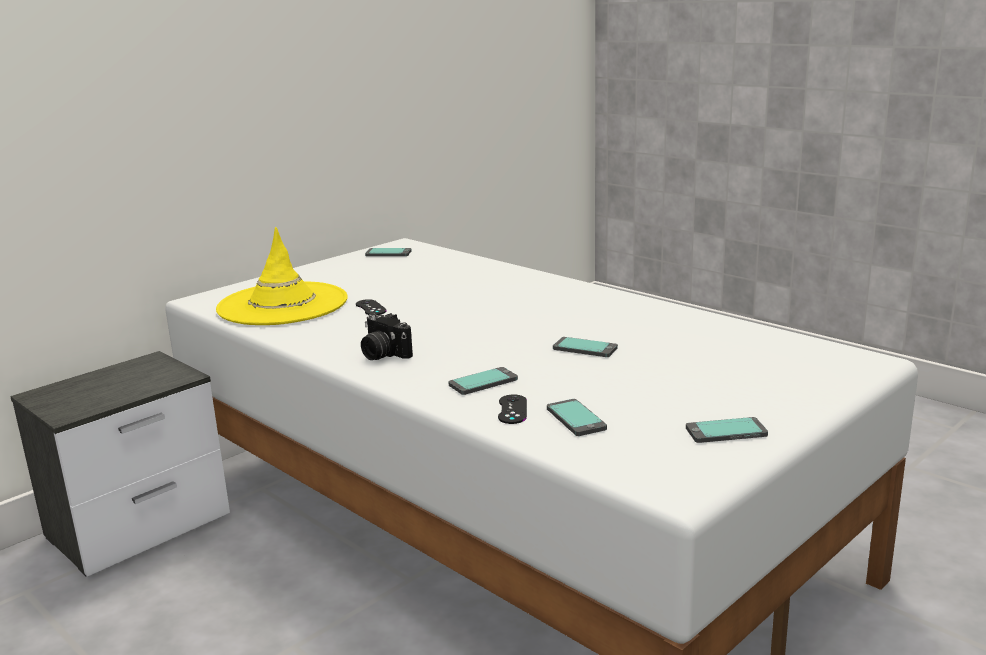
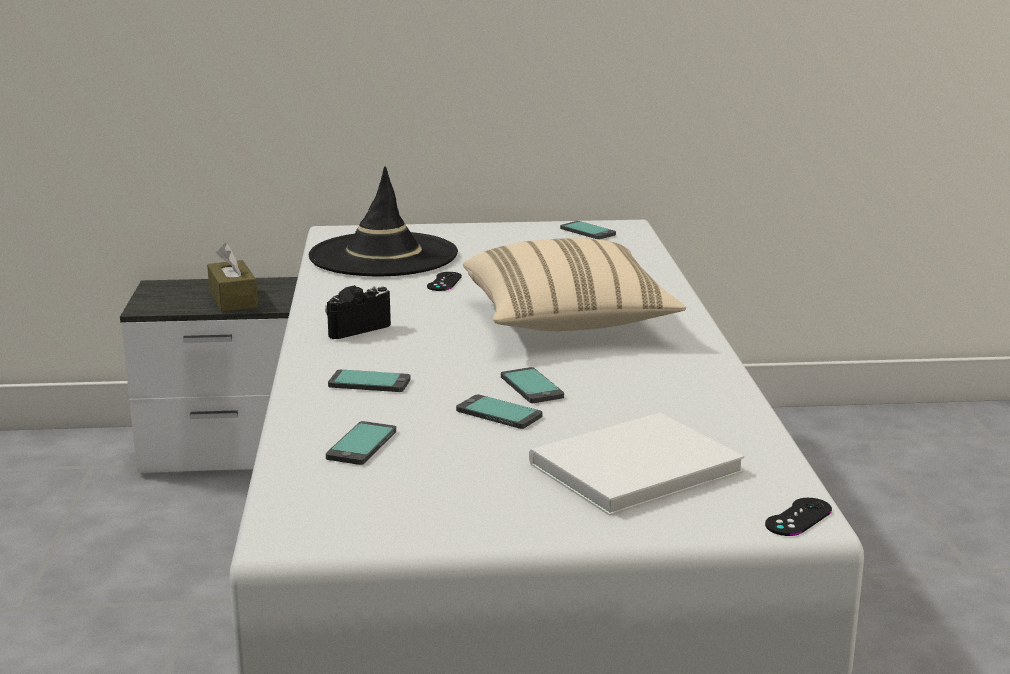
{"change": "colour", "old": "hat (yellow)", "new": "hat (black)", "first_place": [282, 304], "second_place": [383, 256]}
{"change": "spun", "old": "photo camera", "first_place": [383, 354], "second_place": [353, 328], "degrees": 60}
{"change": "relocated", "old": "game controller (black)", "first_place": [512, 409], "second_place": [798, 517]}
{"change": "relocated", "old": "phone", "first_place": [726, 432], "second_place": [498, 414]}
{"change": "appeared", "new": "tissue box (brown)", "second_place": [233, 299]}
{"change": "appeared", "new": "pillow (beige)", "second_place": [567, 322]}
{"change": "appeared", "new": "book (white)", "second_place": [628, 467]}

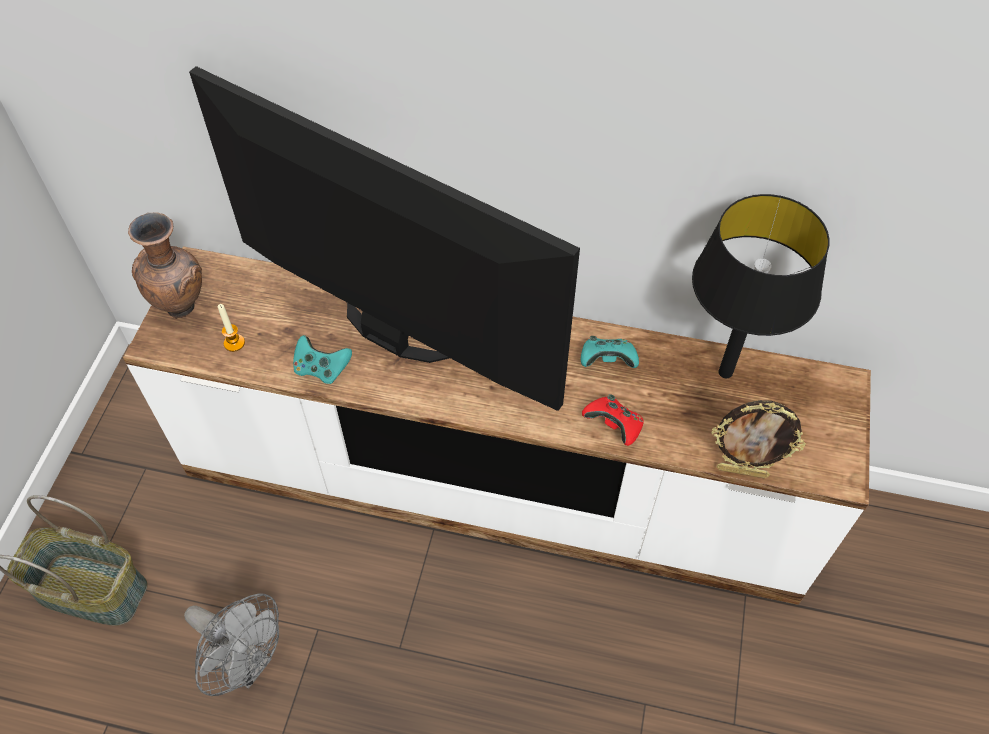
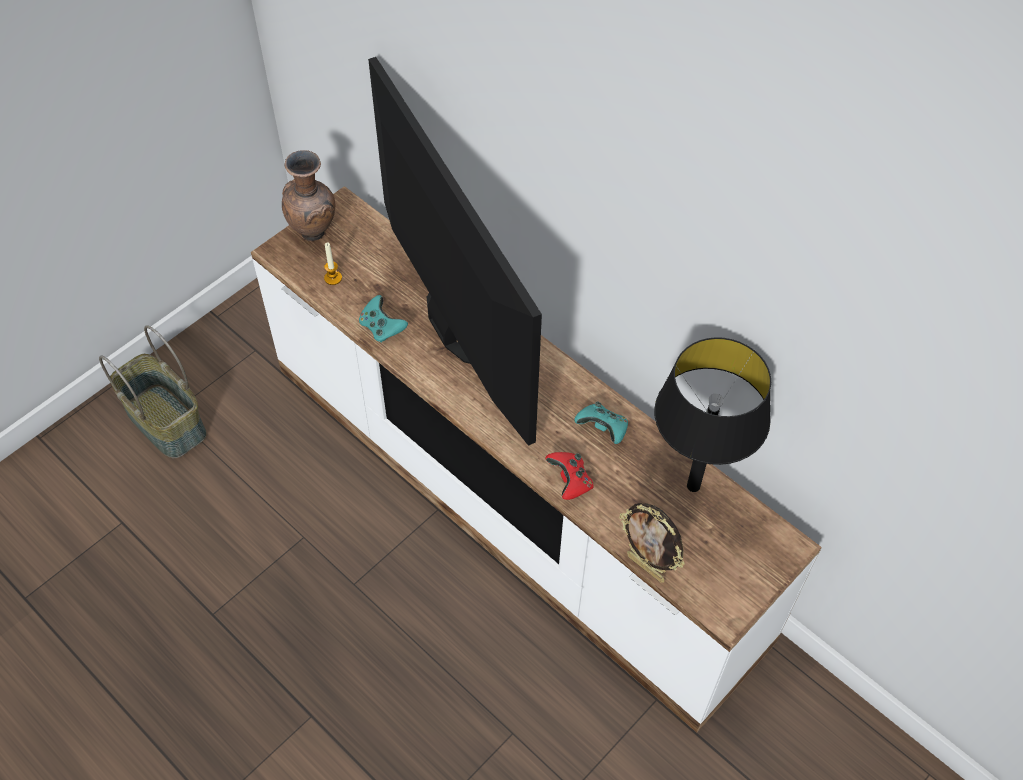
{"change": "missing", "old": "fan (grey)", "first_place": [247, 663]}

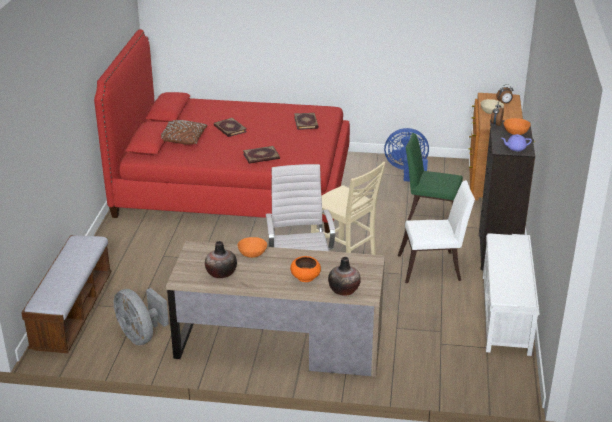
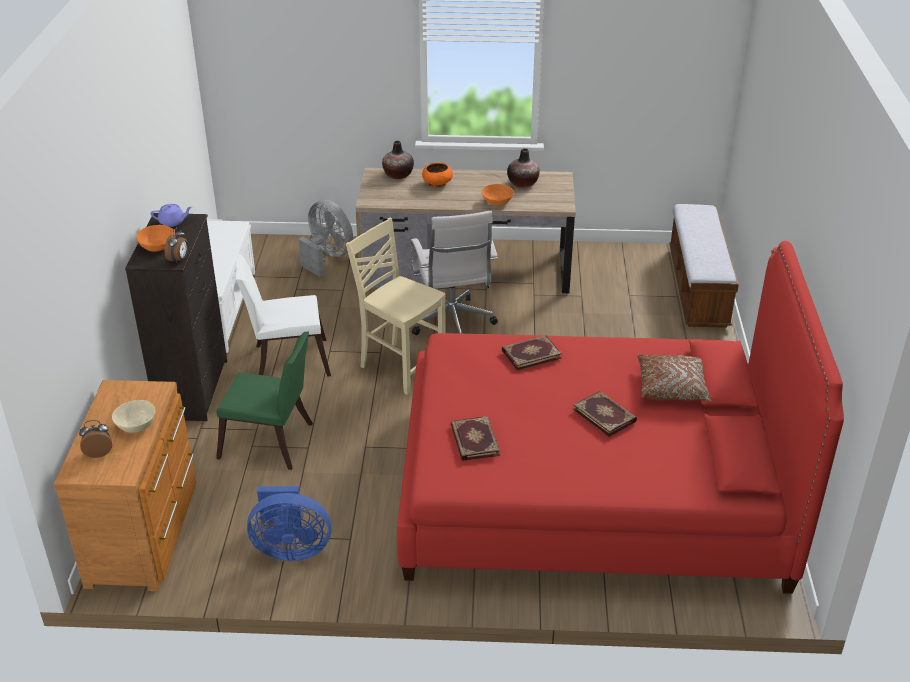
{"change": "relocated", "old": "fan (grey)", "first_place": [141, 336], "second_place": [327, 257]}

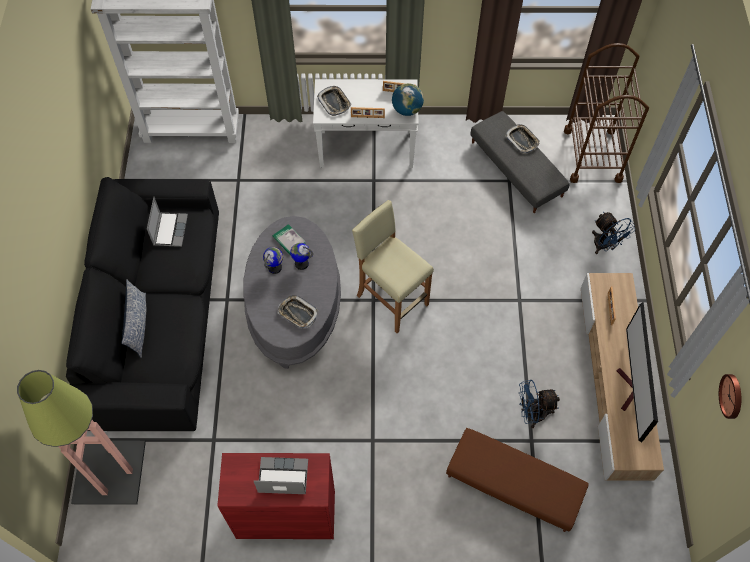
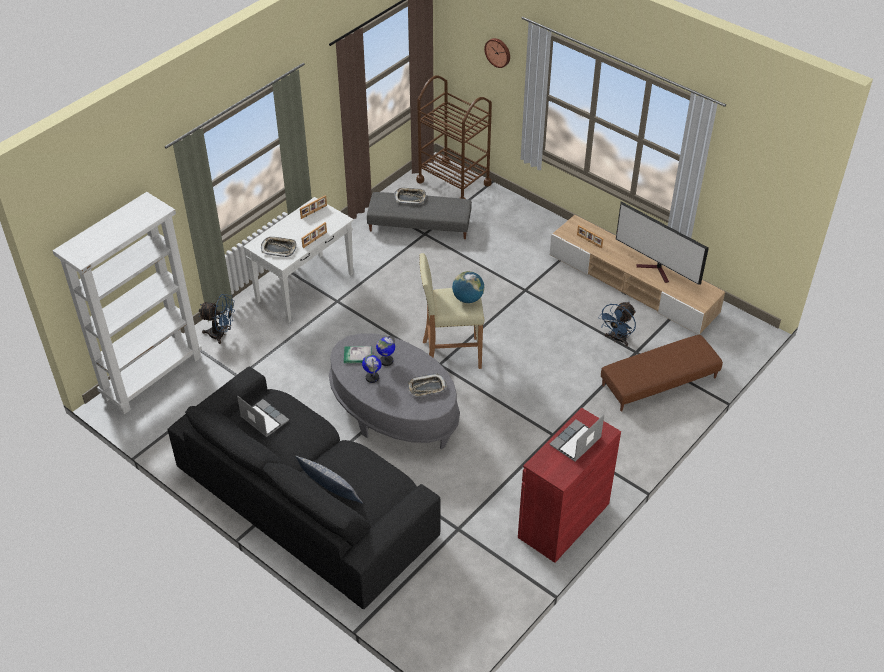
{"change": "missing", "old": "floor lamp", "first_place": [108, 471]}
{"change": "relocated", "old": "globe", "first_place": [407, 110], "second_place": [468, 298]}
{"change": "relocated", "old": "fan (blue)", "first_place": [604, 246], "second_place": [221, 334]}
{"change": "relocated", "old": "wall clock", "first_place": [732, 396], "second_place": [498, 52]}

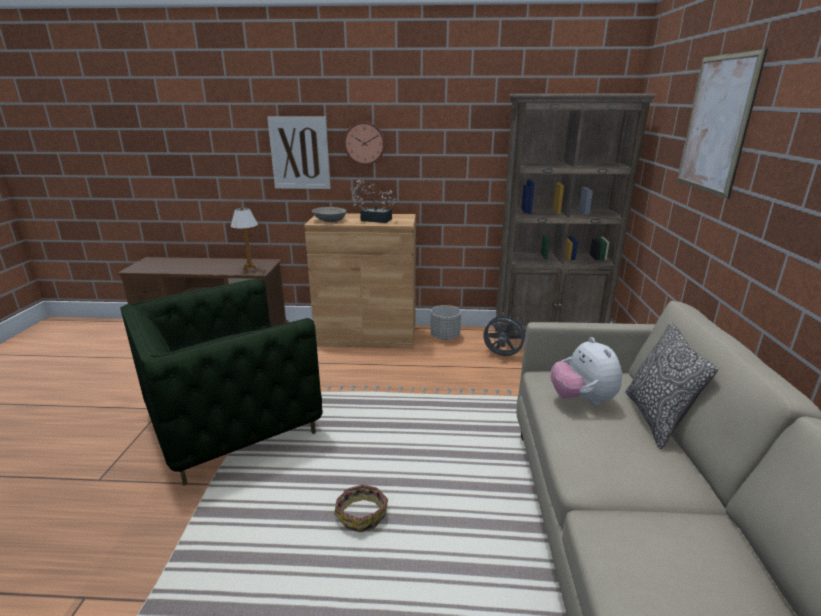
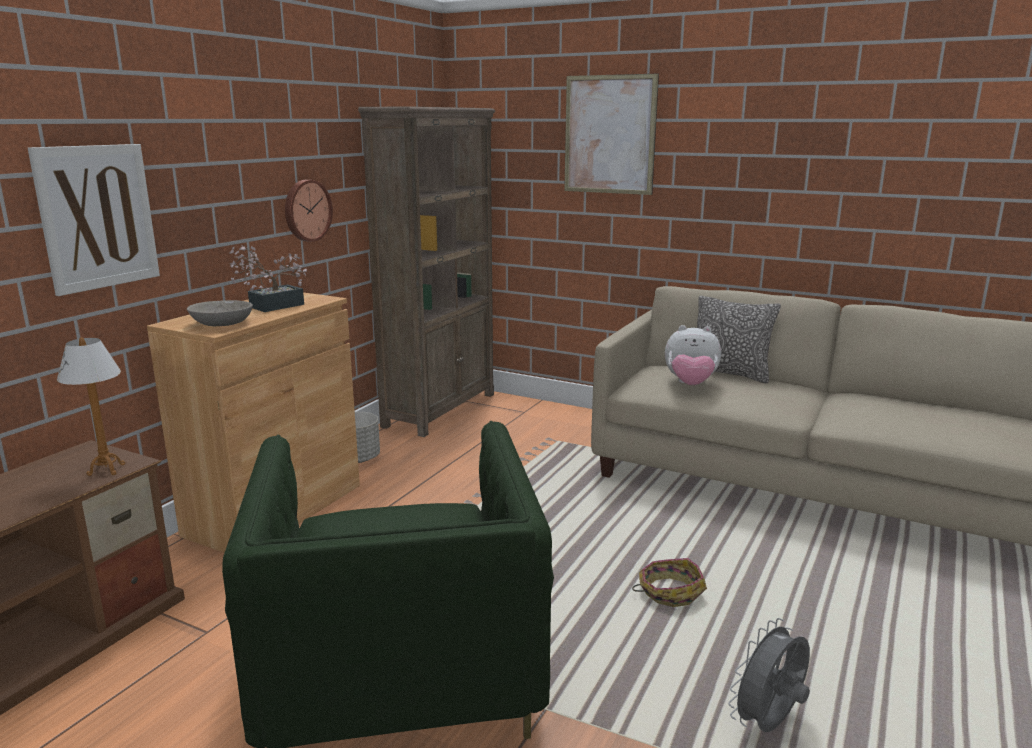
{"change": "relocated", "old": "wall clock", "first_place": [365, 143], "second_place": [306, 210]}
{"change": "relocated", "old": "fan (grey)", "first_place": [502, 356], "second_place": [769, 724]}

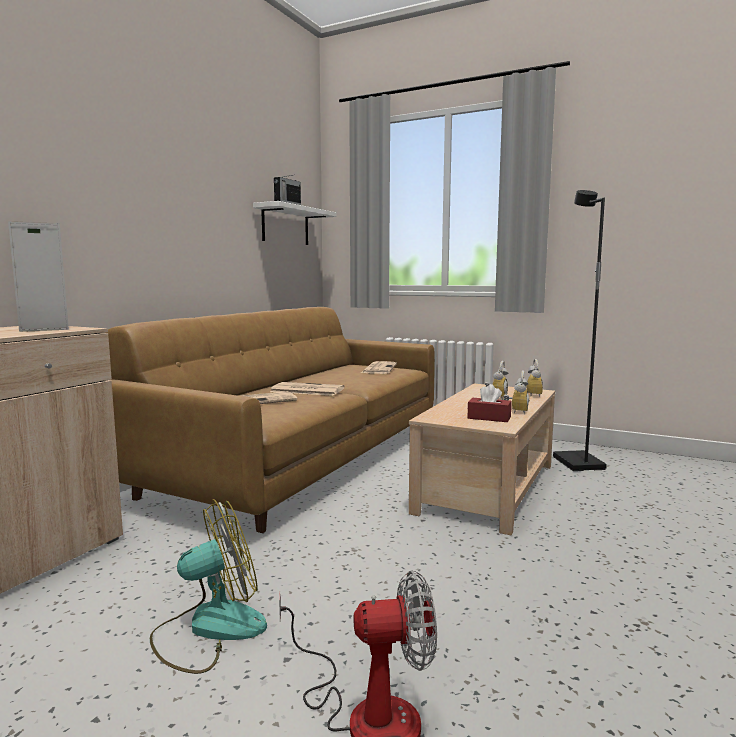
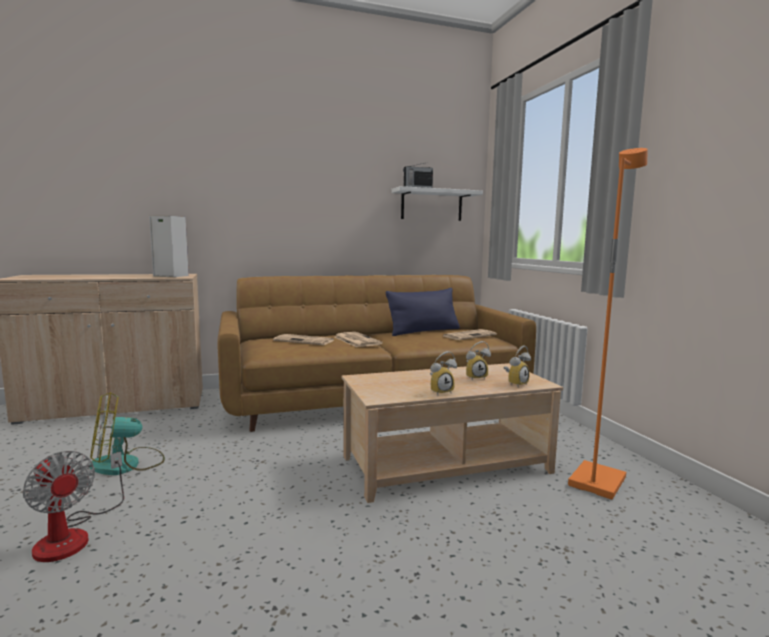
{"change": "spun", "old": "fan", "first_place": [209, 629], "second_place": [127, 464], "degrees": 135}
{"change": "missing", "old": "tissue box (red)", "first_place": [489, 418]}
{"change": "colour", "old": "floor lamp (black)", "new": "floor lamp (orange)", "first_place": [577, 463], "second_place": [595, 481]}
{"change": "appeared", "new": "pillow (blue)", "second_place": [424, 331]}

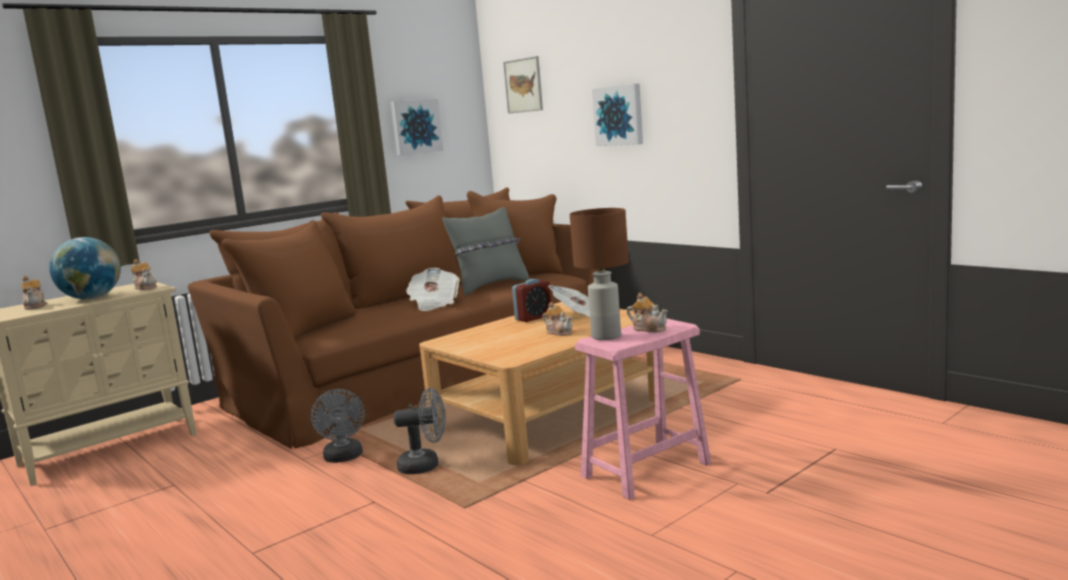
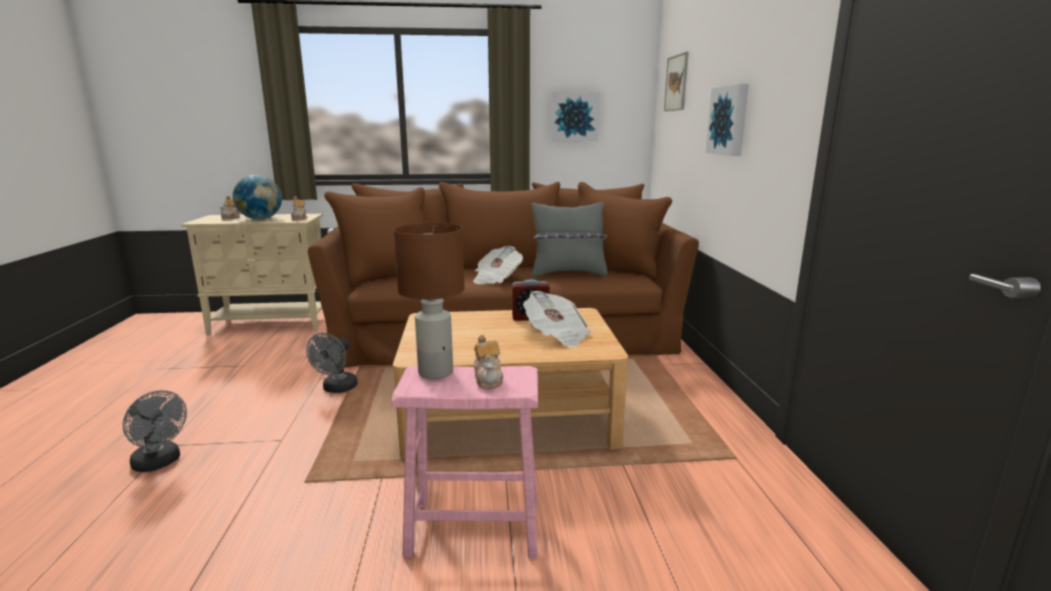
{"change": "relocated", "old": "fan (grey)", "first_place": [425, 466], "second_place": [160, 463]}
{"change": "missing", "old": "teapot", "first_place": [559, 332]}

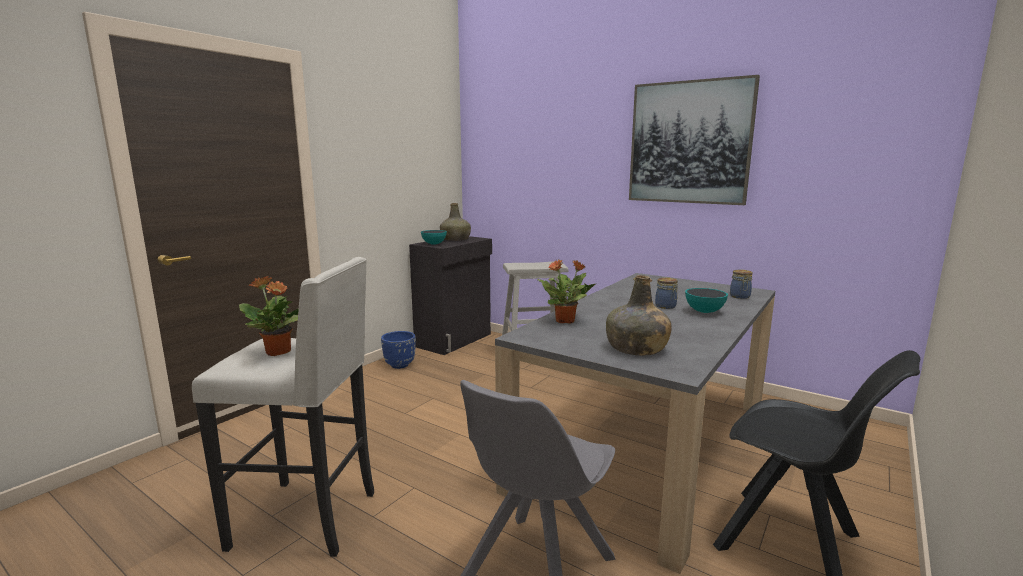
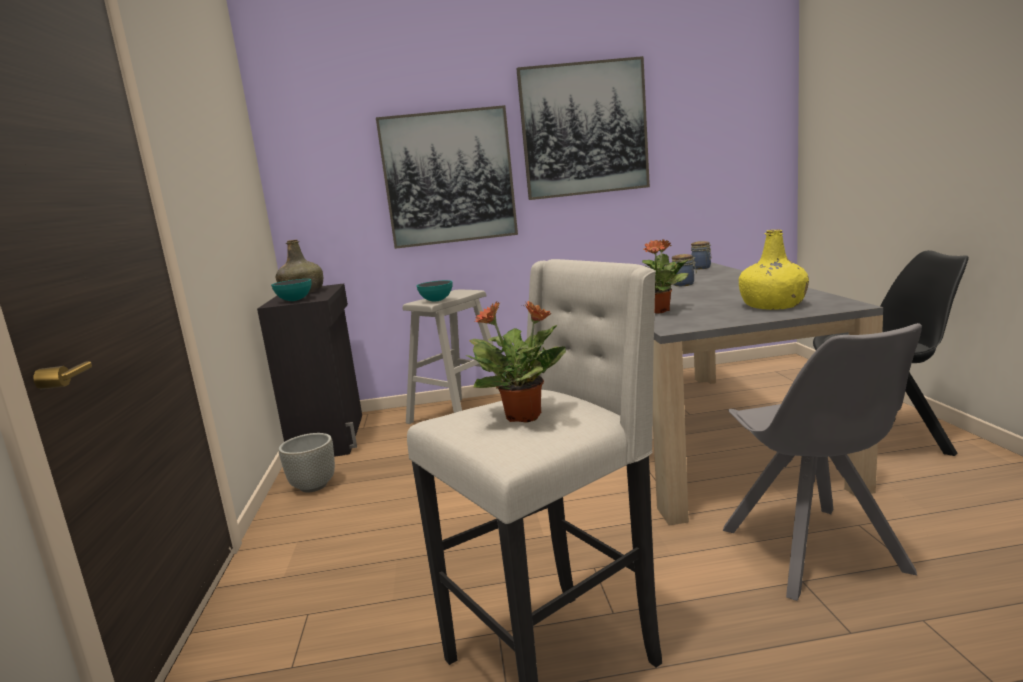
{"change": "colour", "old": "planter (blue)", "new": "planter (grey)", "first_place": [399, 365], "second_place": [314, 486]}
{"change": "colour", "old": "bottle (green)", "new": "bottle (yellow)", "first_place": [636, 348], "second_place": [773, 306]}
{"change": "relocated", "old": "bowl", "first_place": [704, 312], "second_place": [436, 301]}
{"change": "appeared", "new": "picture", "second_place": [449, 178]}

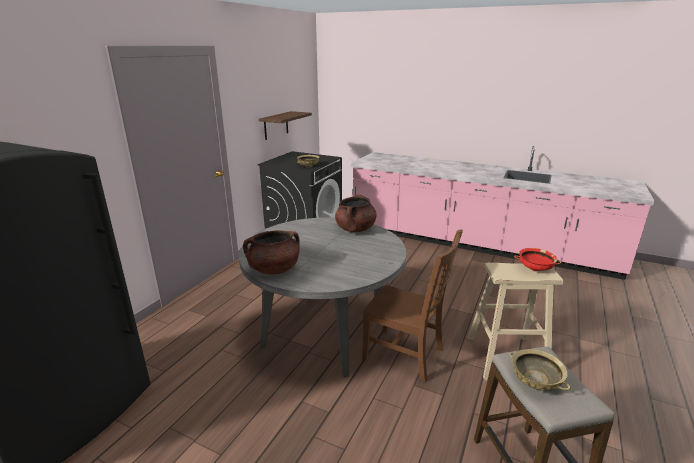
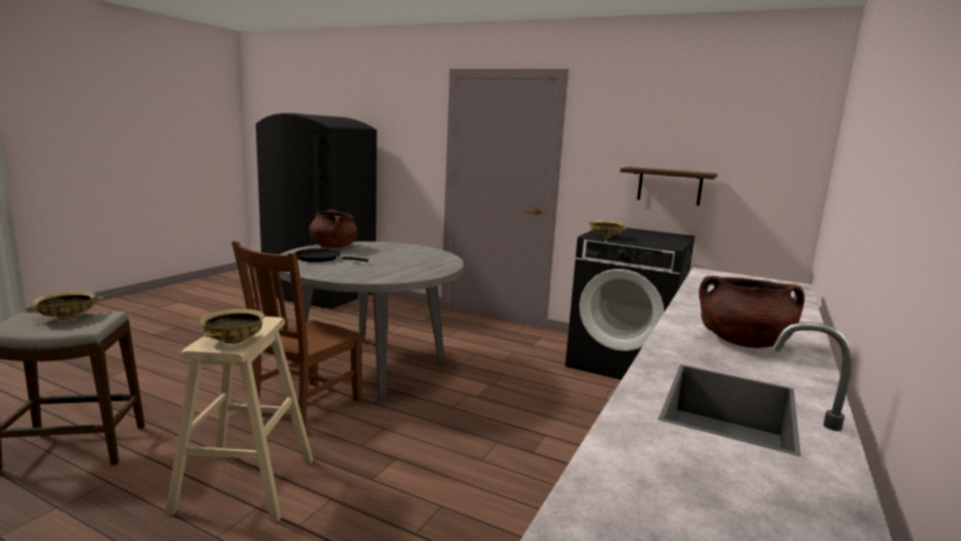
{"change": "relocated", "old": "cooking pot (brown)", "first_place": [355, 229], "second_place": [742, 342]}
{"change": "colour", "old": "bowl (red)", "new": "bowl (beige)", "first_place": [535, 268], "second_place": [233, 340]}
{"change": "appeared", "new": "frying pan (black)", "second_place": [321, 258]}

